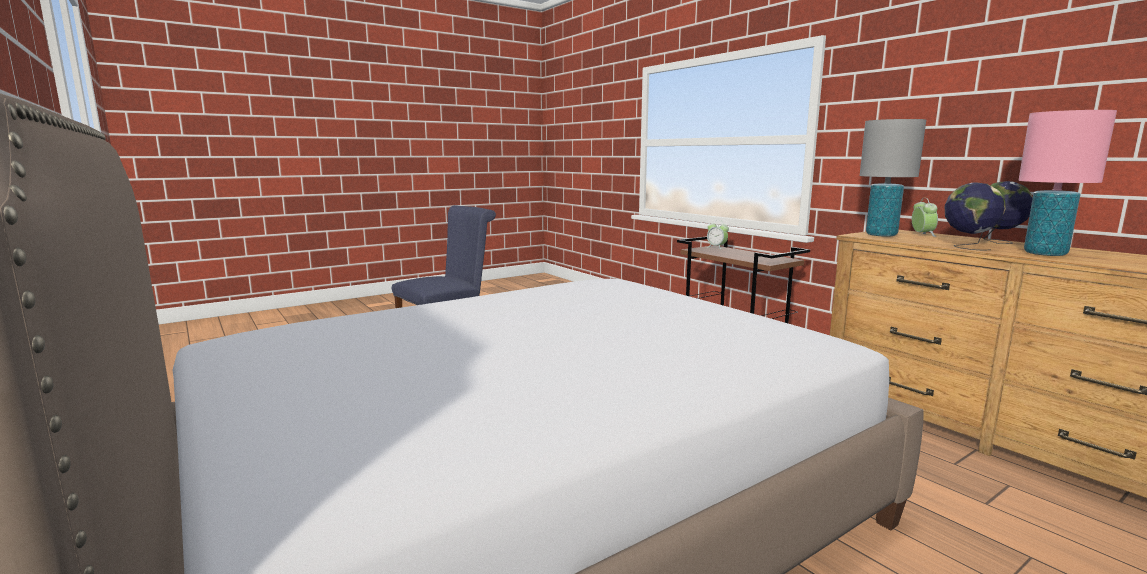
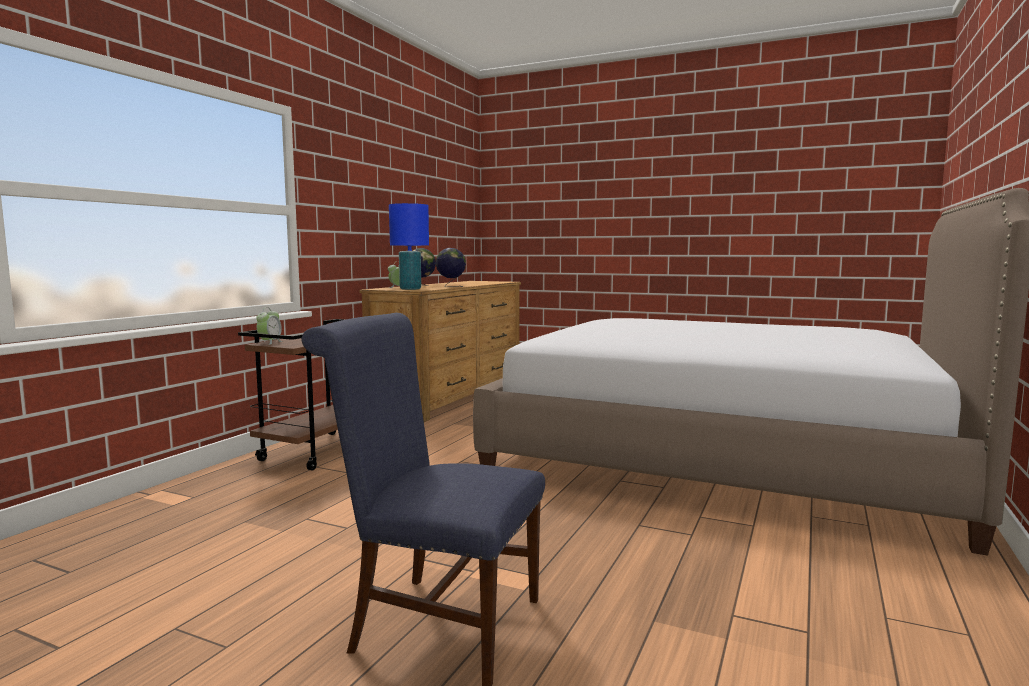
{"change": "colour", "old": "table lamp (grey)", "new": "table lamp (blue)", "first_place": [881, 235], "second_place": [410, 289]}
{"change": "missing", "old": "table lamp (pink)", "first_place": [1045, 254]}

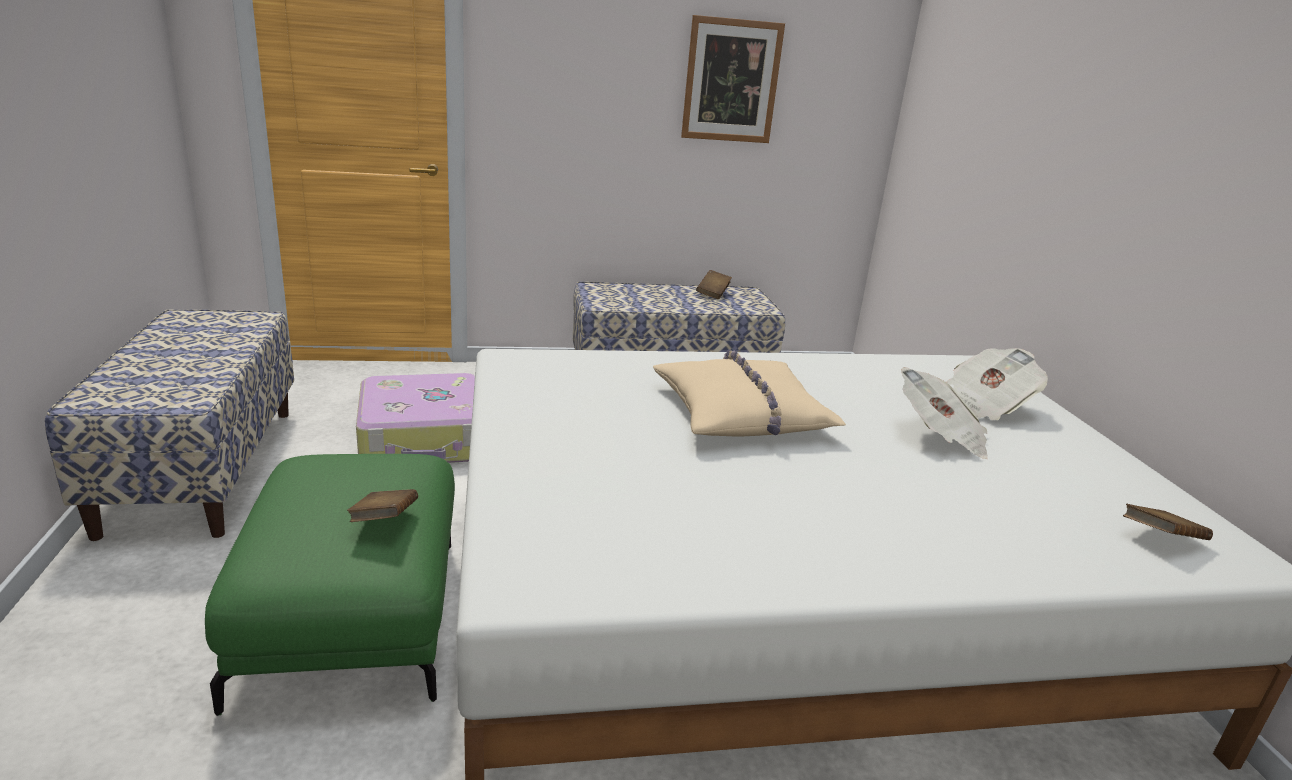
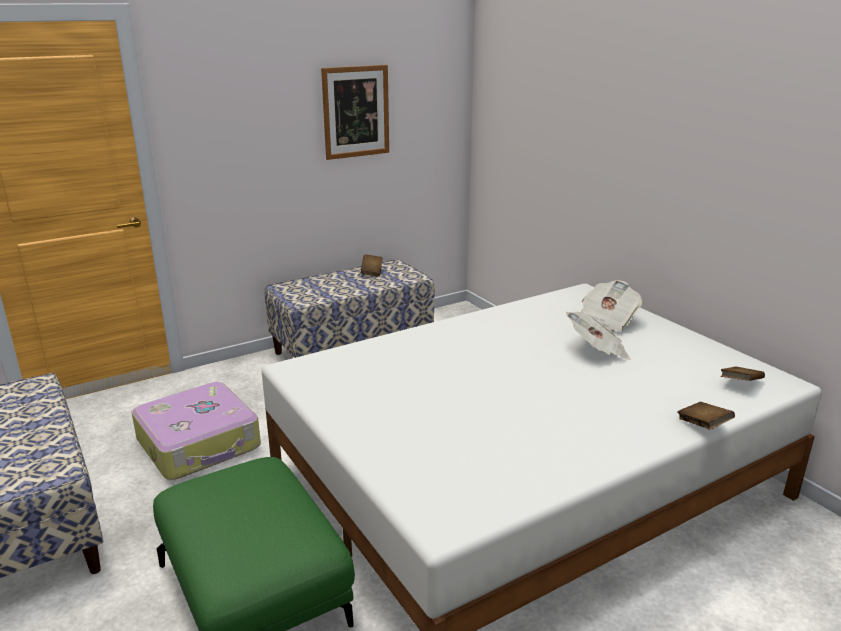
{"change": "relocated", "old": "book (brown)", "first_place": [384, 520], "second_place": [703, 425]}
{"change": "missing", "old": "pillow (beige)", "first_place": [742, 413]}

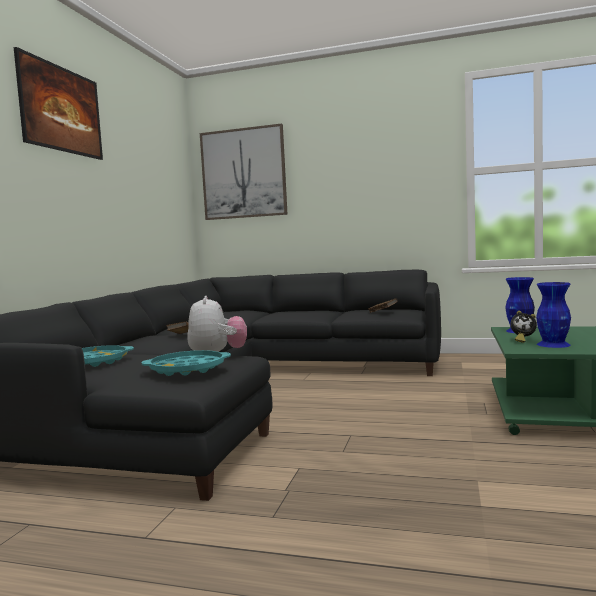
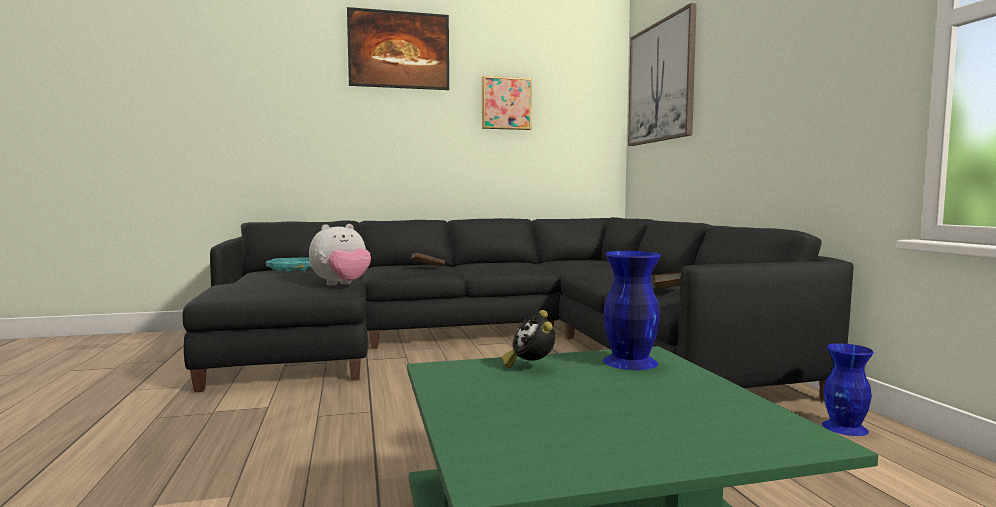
{"change": "missing", "old": "tray (turquoise)", "first_place": [187, 369]}
{"change": "relocated", "old": "vase (blue)", "first_place": [554, 344], "second_place": [845, 428]}
{"change": "appeared", "new": "picture", "second_place": [506, 104]}

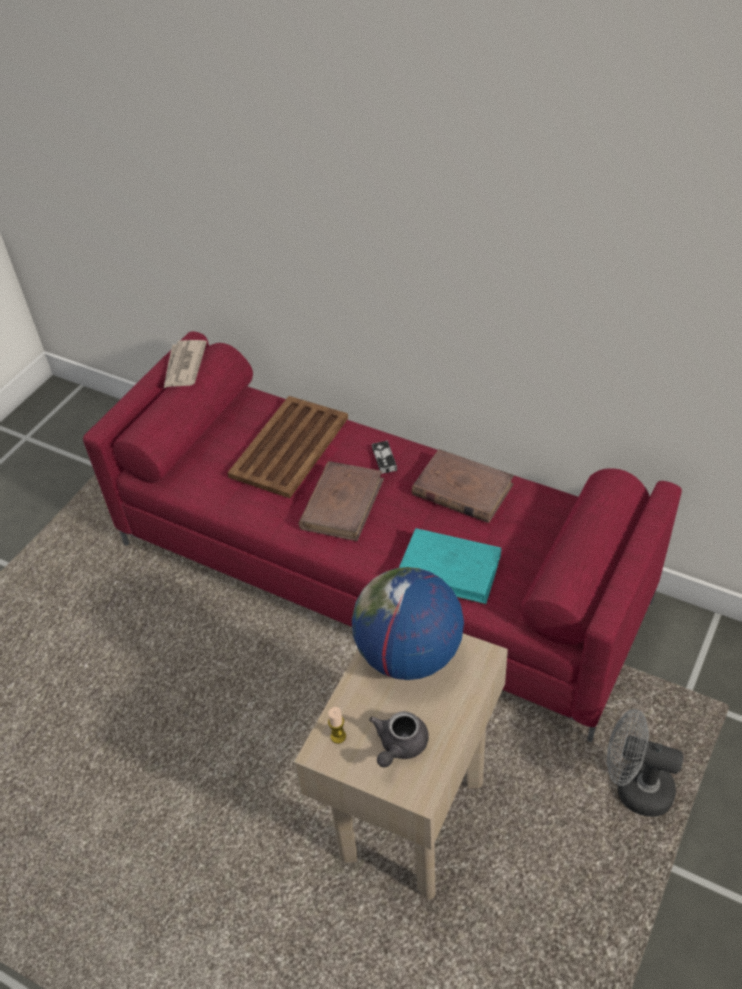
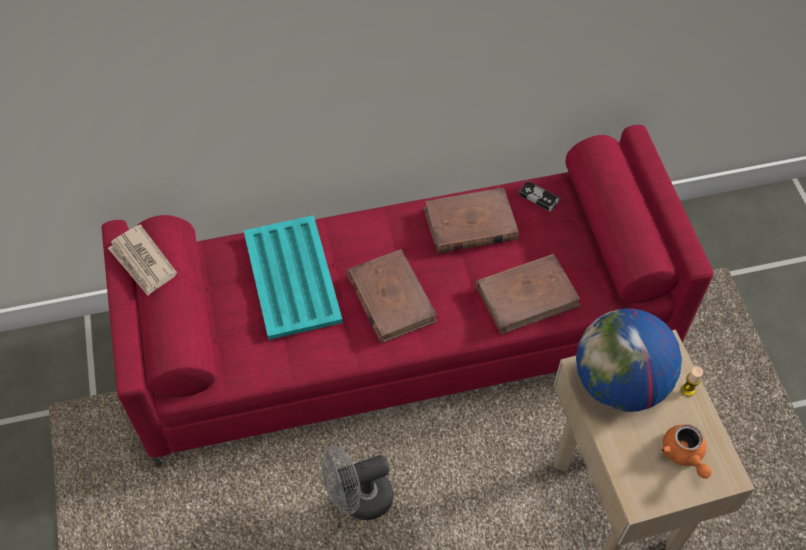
{"change": "colour", "old": "tray (brown)", "new": "tray (turquoise)", "first_place": [290, 446], "second_place": [292, 276]}
{"change": "relocated", "old": "candle", "first_place": [338, 736], "second_place": [687, 390]}
{"change": "colour", "old": "teapot (grey)", "new": "teapot (orange)", "first_place": [399, 746], "second_place": [684, 455]}
{"change": "relocated", "old": "game controller", "first_place": [384, 459], "second_place": [538, 198]}
{"change": "colour", "old": "book (turquoise)", "new": "book (brown)", "first_place": [450, 569], "second_place": [527, 296]}
{"change": "relocated", "old": "fan (grey)", "first_place": [635, 788], "second_place": [358, 499]}

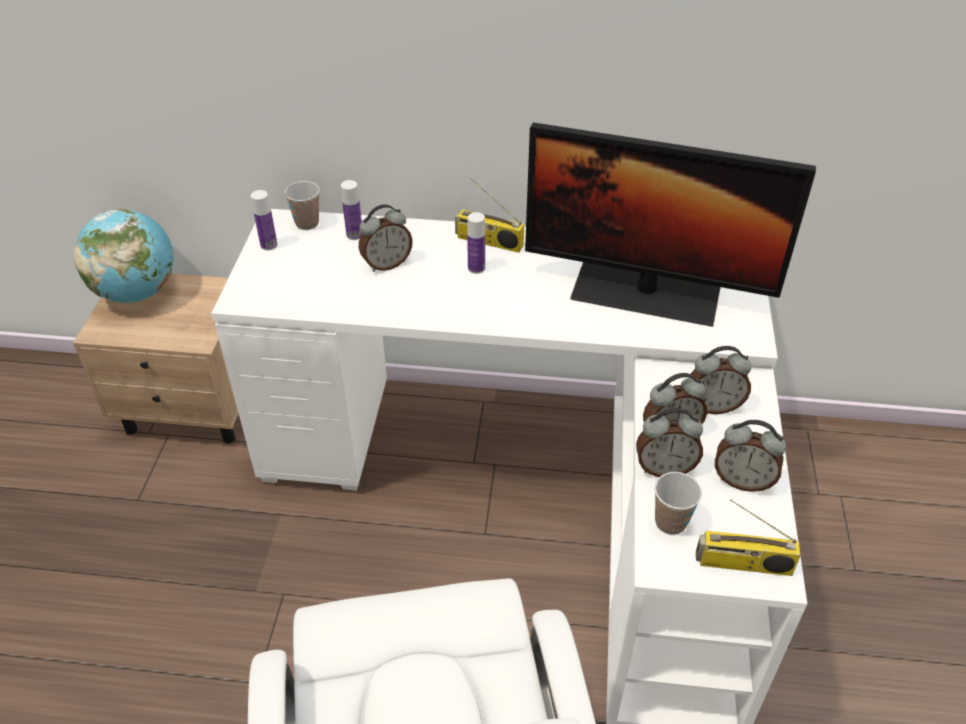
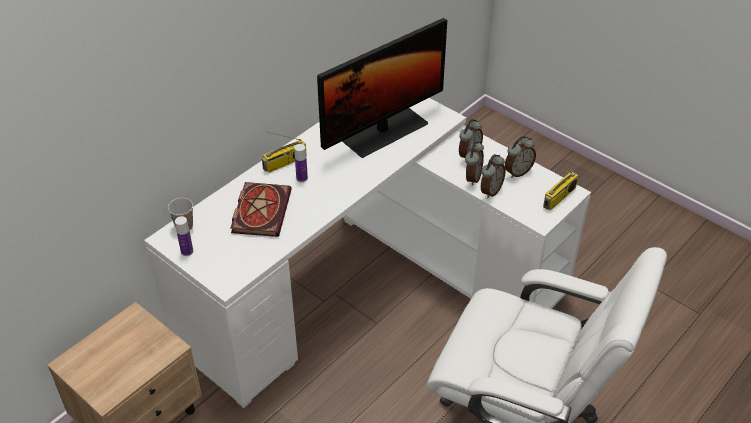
{"change": "missing", "old": "globe", "first_place": [137, 292]}
{"change": "missing", "old": "bottle", "first_place": [354, 235]}
{"change": "exchanged", "old": "alarm clock", "new": "book", "first_place": [386, 264], "second_place": [260, 210]}
{"change": "missing", "old": "cup", "first_place": [670, 522]}

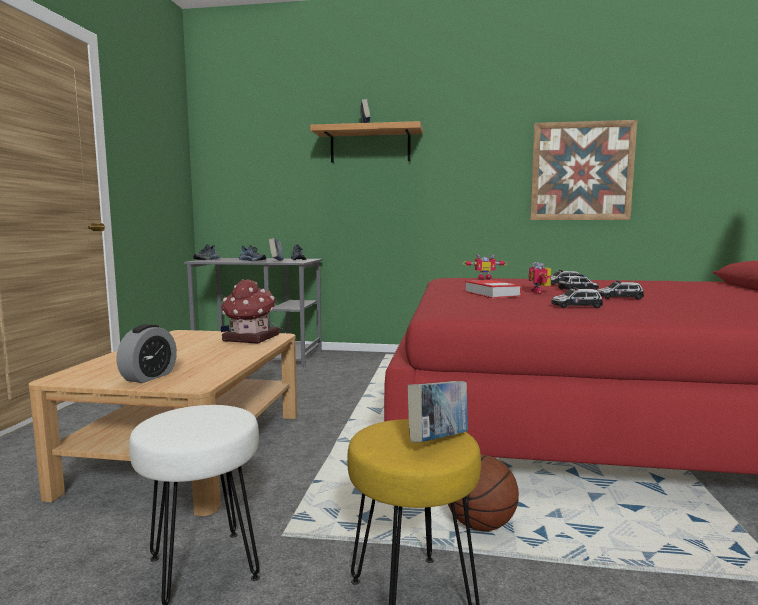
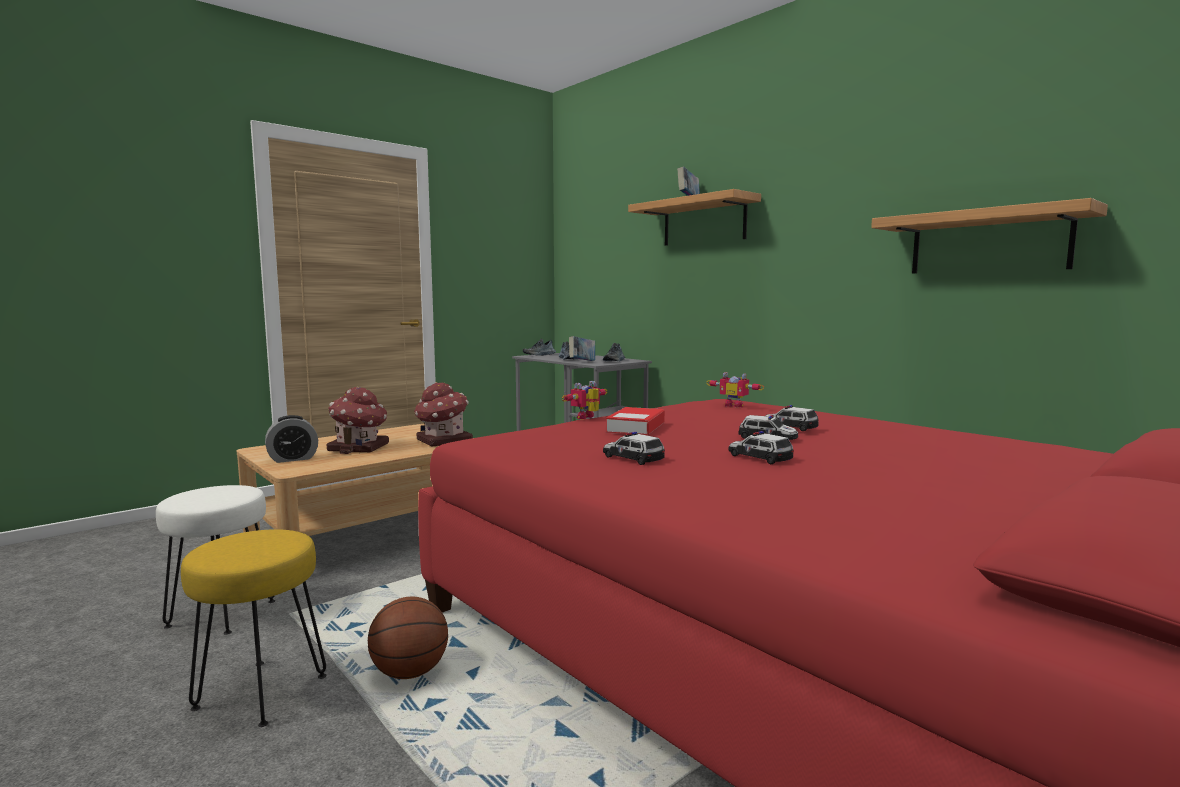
{"change": "missing", "old": "book", "first_place": [438, 441]}
{"change": "relocated", "old": "toy robot", "first_place": [540, 292], "second_place": [588, 418]}
{"change": "exchanged", "old": "picture", "new": "shelf", "first_place": [581, 171], "second_place": [988, 243]}
{"change": "appeared", "new": "toy house", "second_place": [359, 447]}

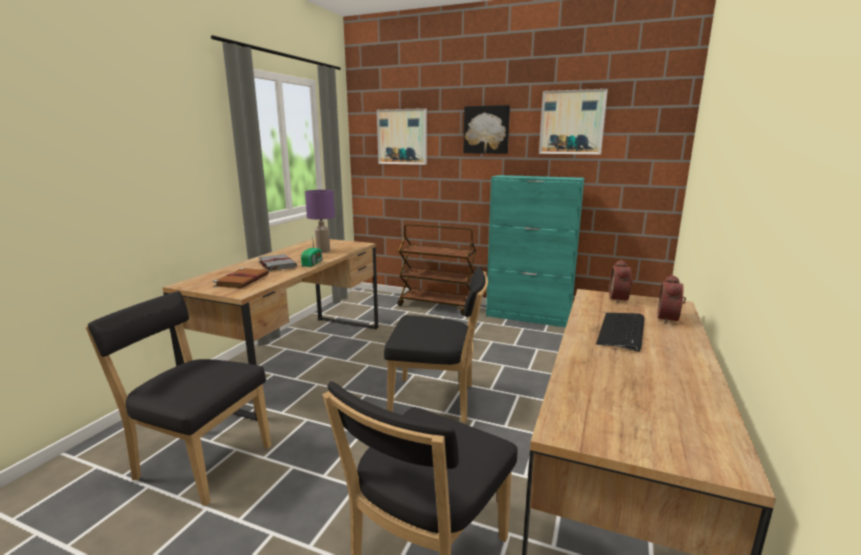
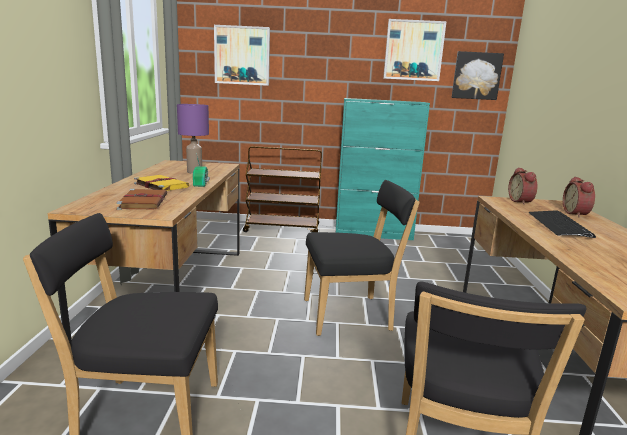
{"change": "colour", "old": "book (grey)", "new": "book (yellow)", "first_place": [277, 264], "second_place": [160, 185]}
{"change": "relocated", "old": "picture", "first_place": [486, 130], "second_place": [476, 76]}

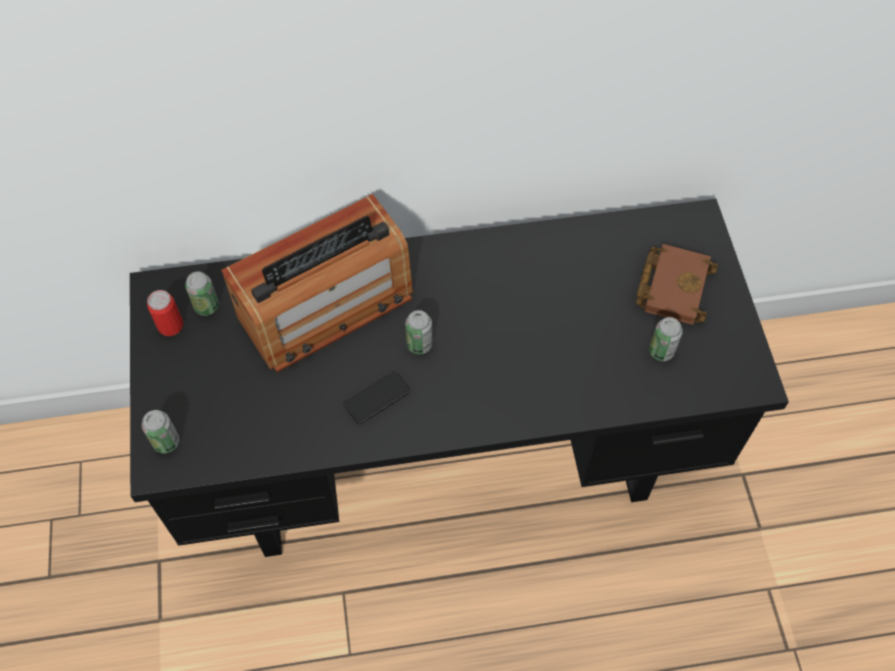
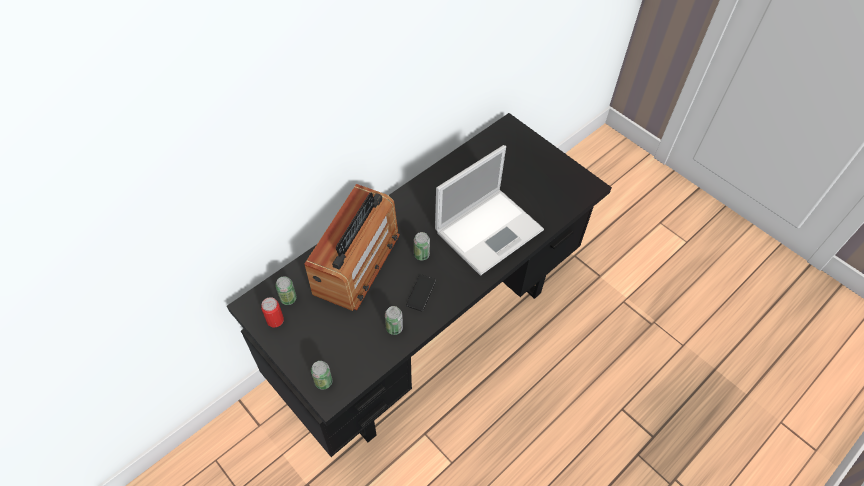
{"change": "missing", "old": "book (brown)", "first_place": [672, 285]}
{"change": "relocated", "old": "can", "first_place": [661, 351], "second_place": [394, 328]}
{"change": "appeared", "new": "laptop", "second_place": [490, 229]}

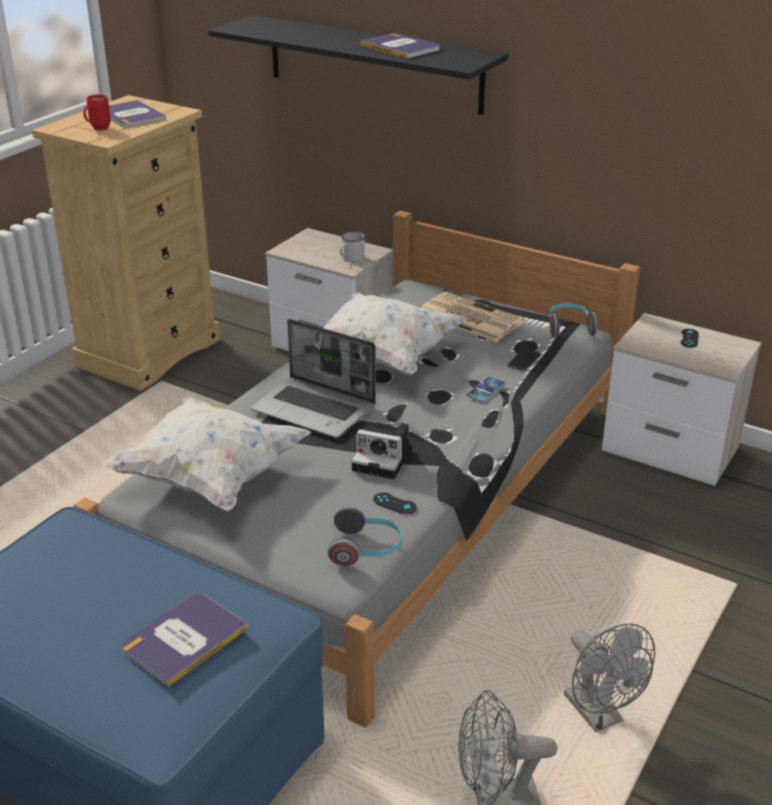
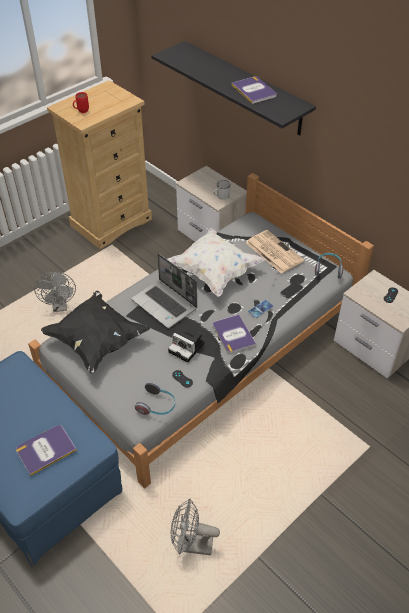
{"change": "colour", "old": "pillow (white)", "new": "pillow (black)", "first_place": [209, 477], "second_place": [96, 341]}
{"change": "relocated", "old": "book", "first_place": [131, 115], "second_place": [233, 334]}
{"change": "relocated", "old": "fan (grey)", "first_place": [599, 716], "second_place": [60, 307]}

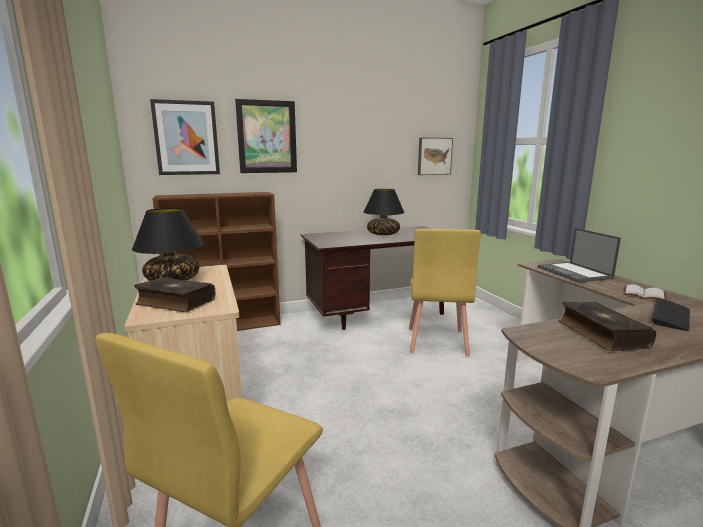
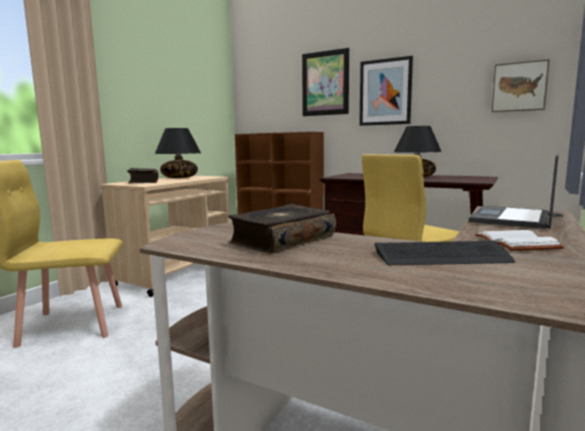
{"change": "relocated", "old": "picture", "first_place": [186, 138], "second_place": [385, 92]}

